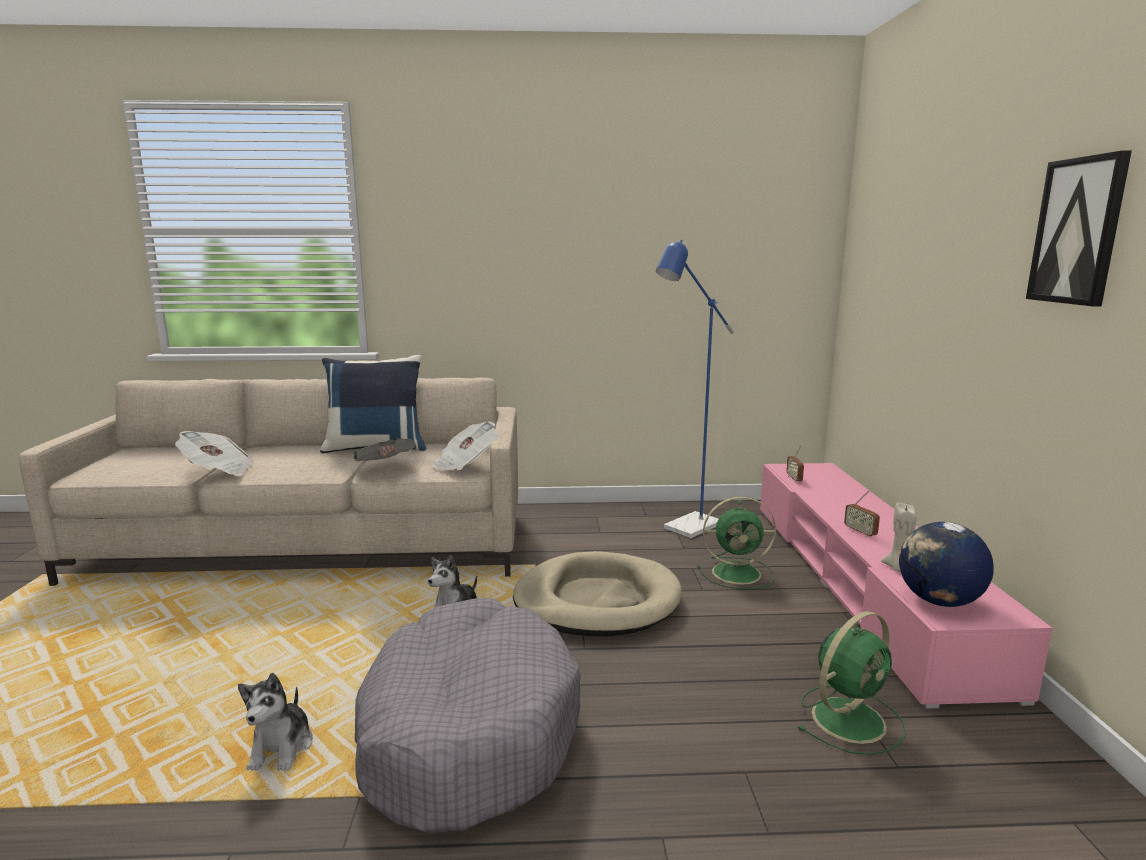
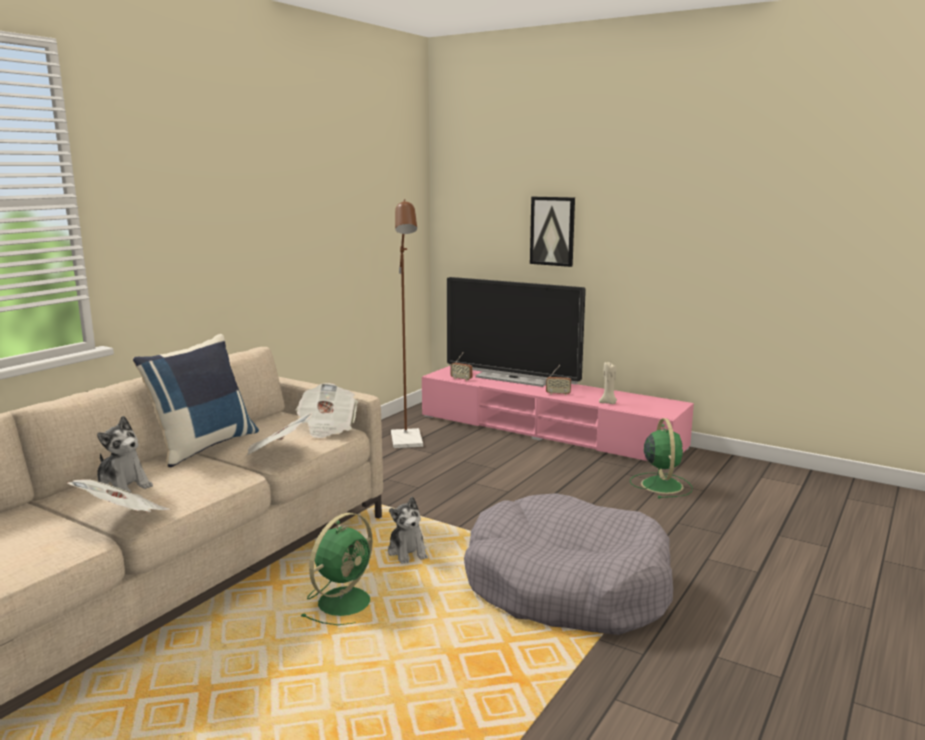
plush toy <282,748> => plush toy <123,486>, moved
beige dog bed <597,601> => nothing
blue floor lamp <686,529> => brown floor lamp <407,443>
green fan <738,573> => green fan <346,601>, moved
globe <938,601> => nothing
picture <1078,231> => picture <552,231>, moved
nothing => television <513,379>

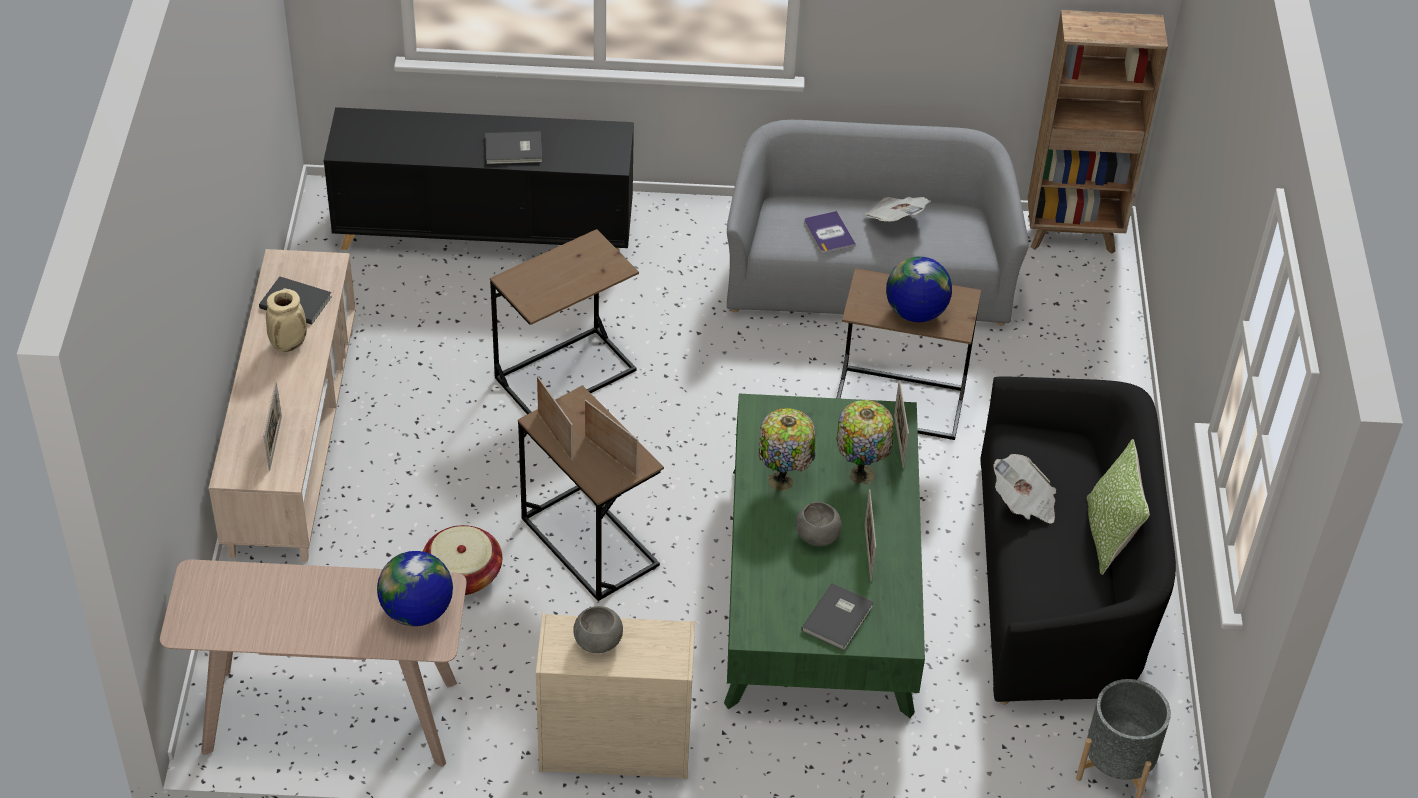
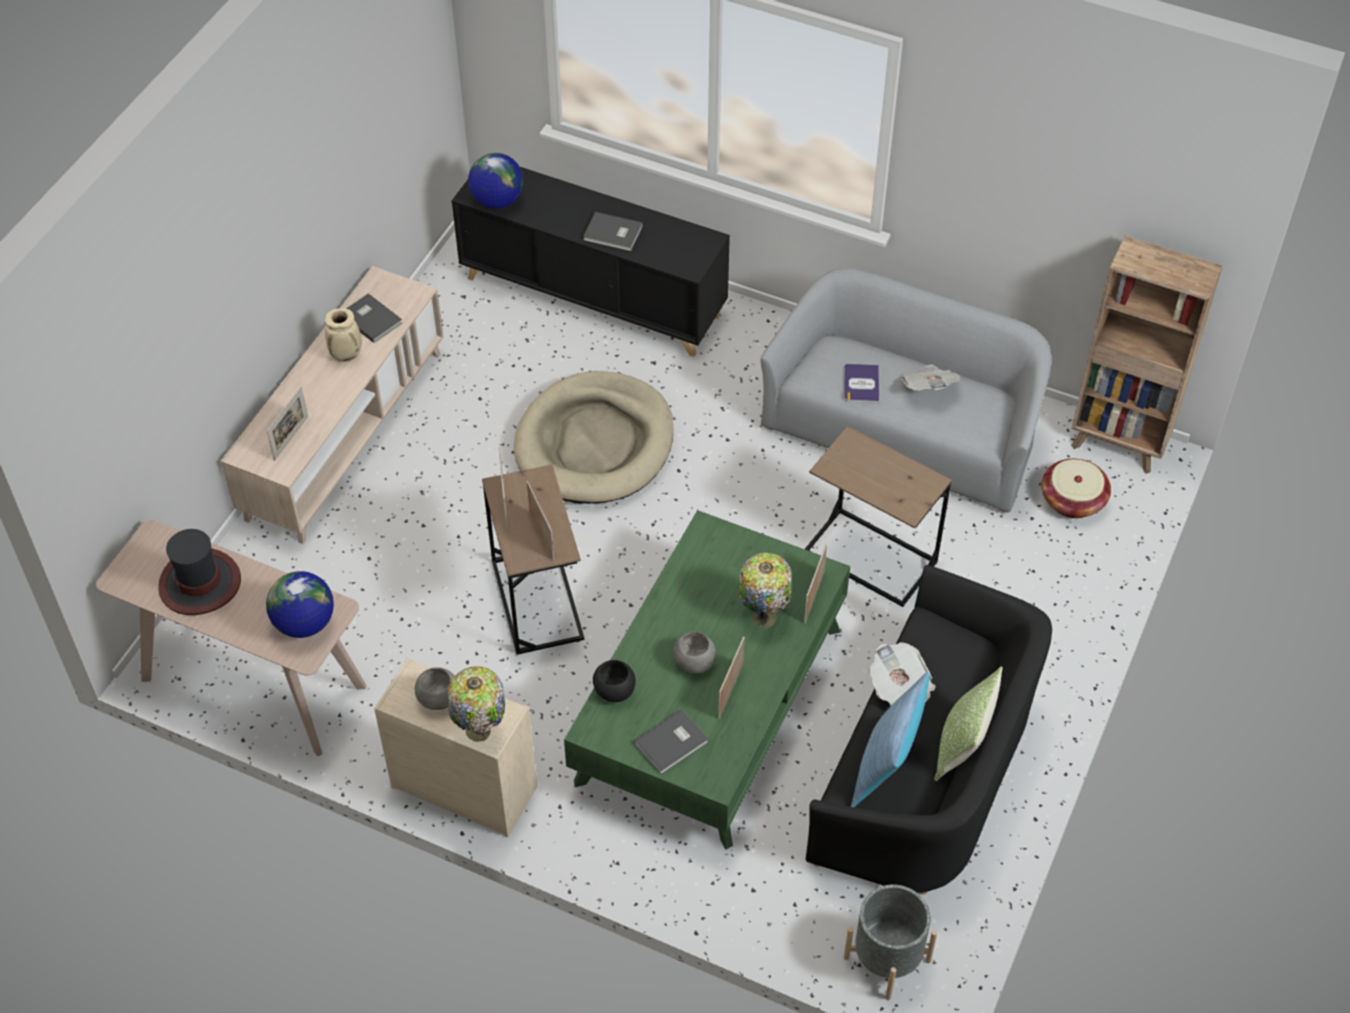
basket <463,574> => basket <1072,500>, moved
brown side table <565,374> => beige dog bed <595,443>
table lamp <782,481> => table lamp <480,732>, moved
globe <915,312> => globe <497,201>, moved
nothing => hat <200,583>
nothing => black bowl <614,691>
nothing => pillow <886,768>

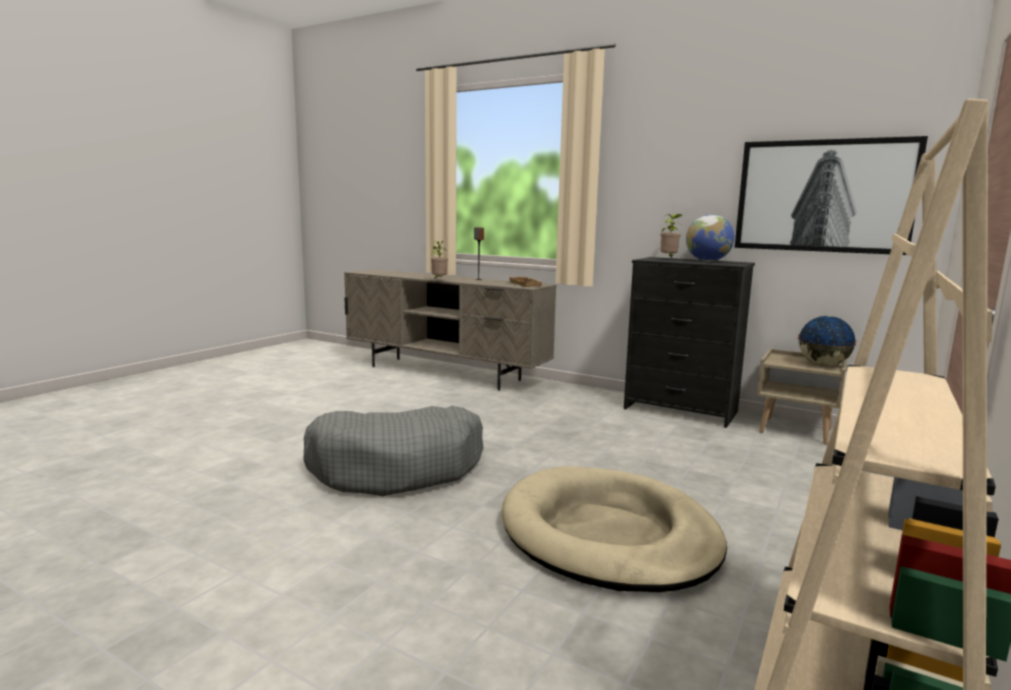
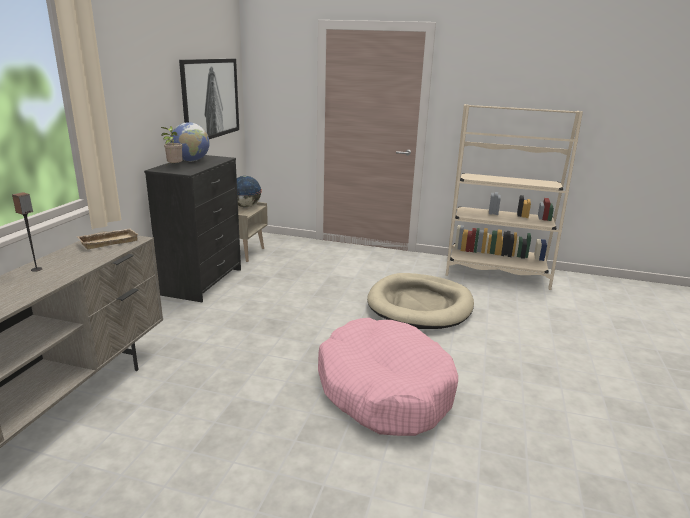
grey dog bed <397,468> => pink dog bed <384,389>
potted plant <439,280> => nothing

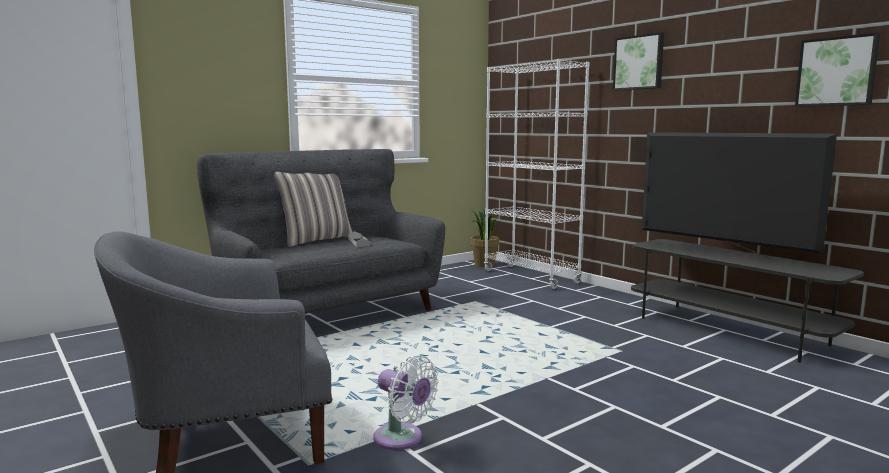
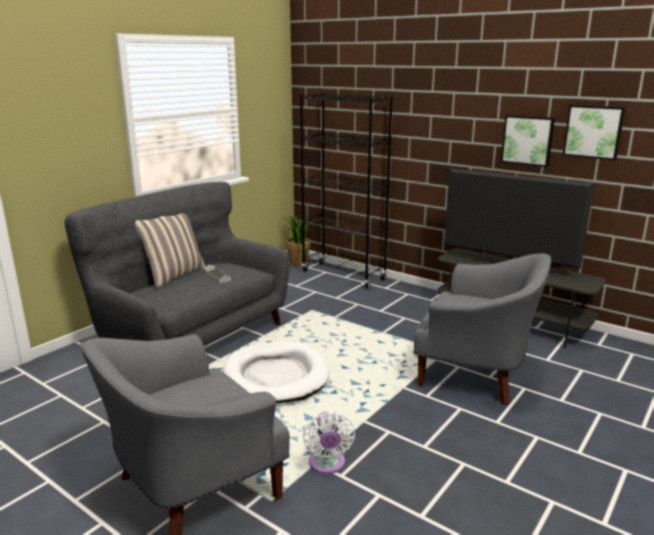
white fan <402,439> => white fan <327,464>, 60 degrees clockwise
white bookcase <531,277> => black bookcase <343,275>
picture <639,62> => picture <527,140>, moved
nothing => white dog bed <276,376>
nothing => grey armchair <476,374>

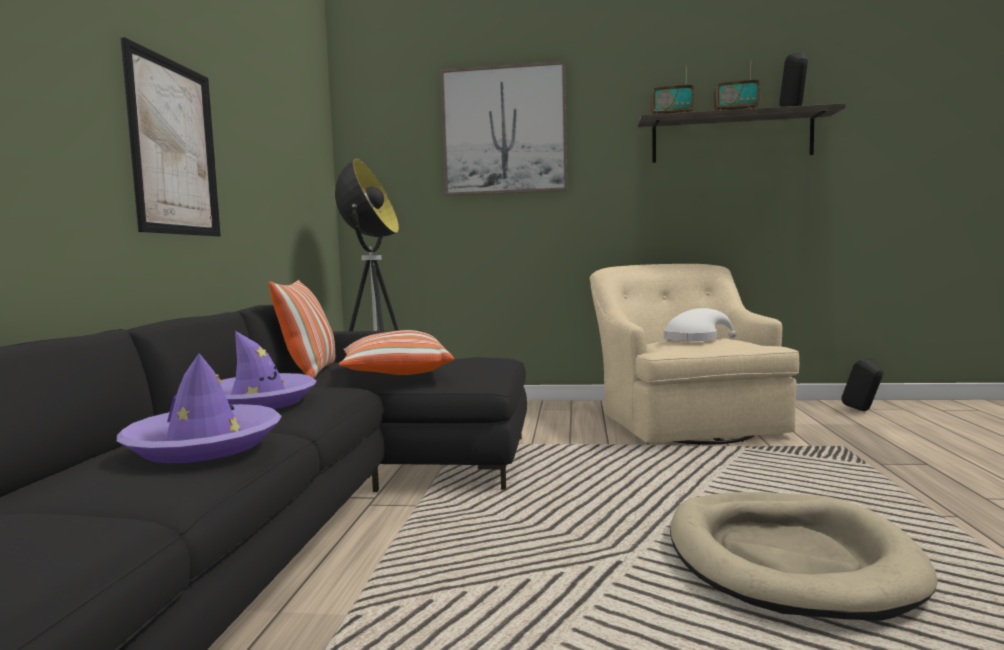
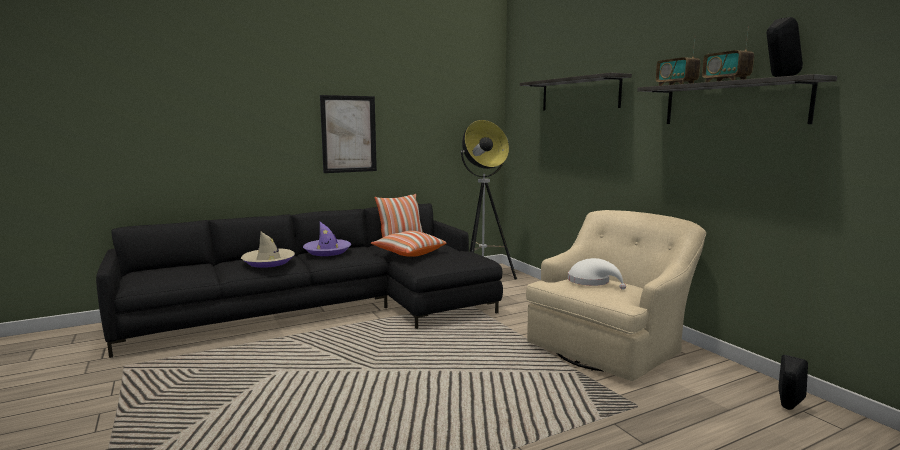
purple hat <204,445> => beige hat <268,262>
picture <504,130> => shelf <579,94>
beige dog bed <788,559> => nothing

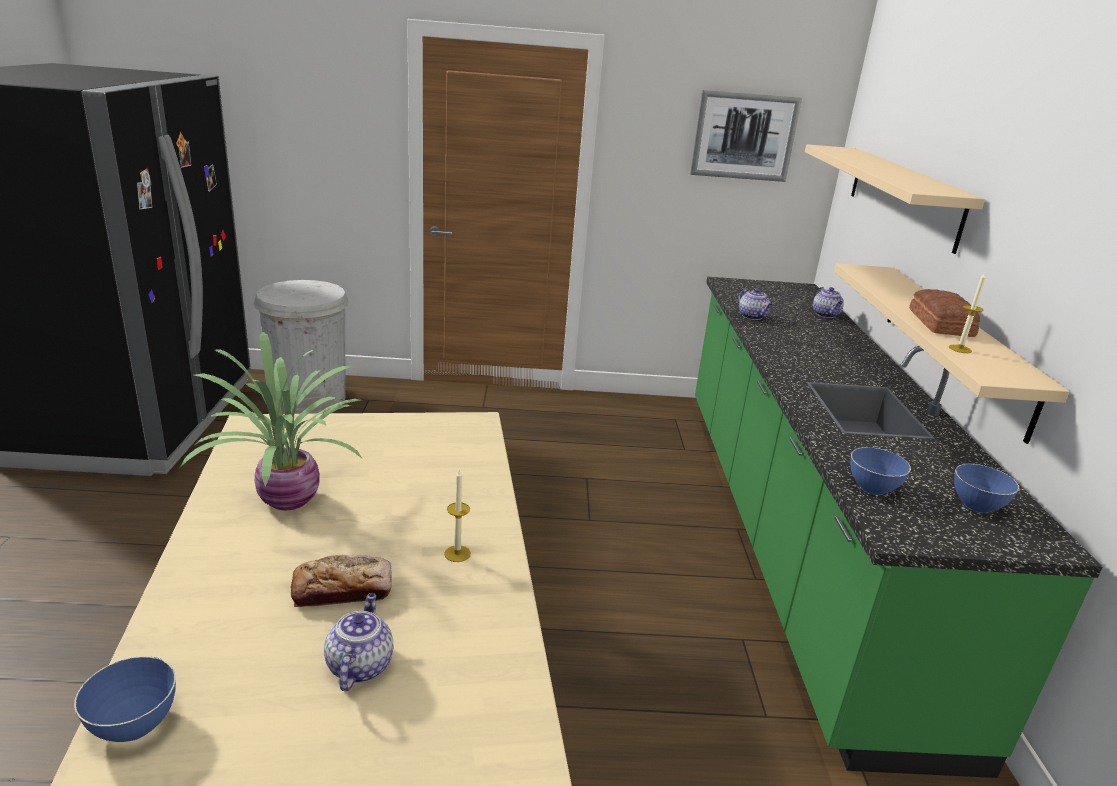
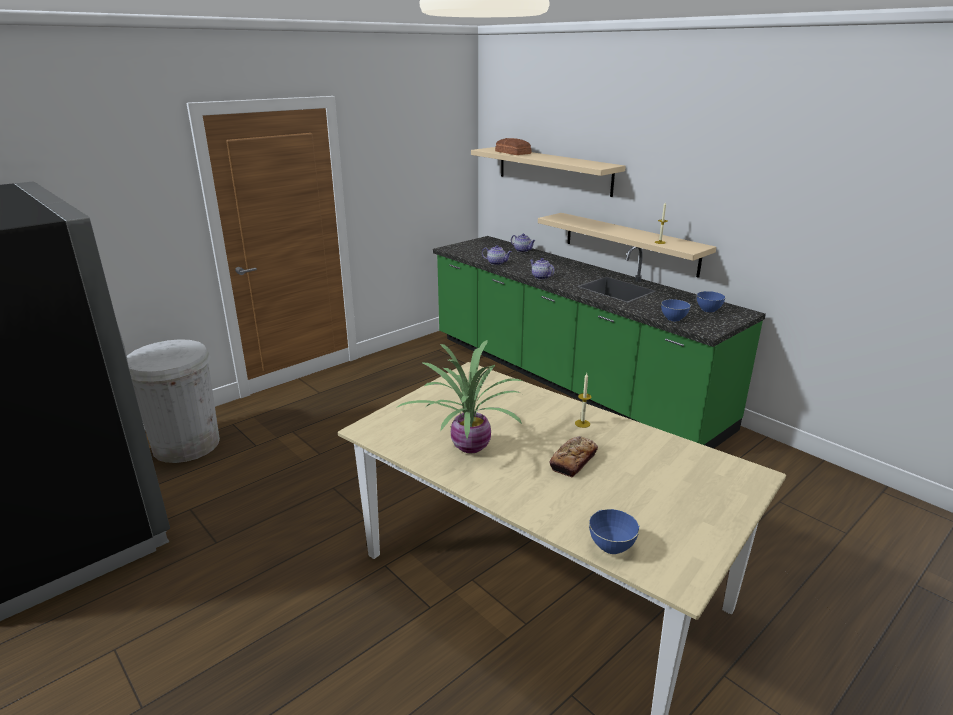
teapot <359,665> => teapot <540,277>, moved
picture <744,136> => nothing
bread <939,323> => bread <512,153>, moved

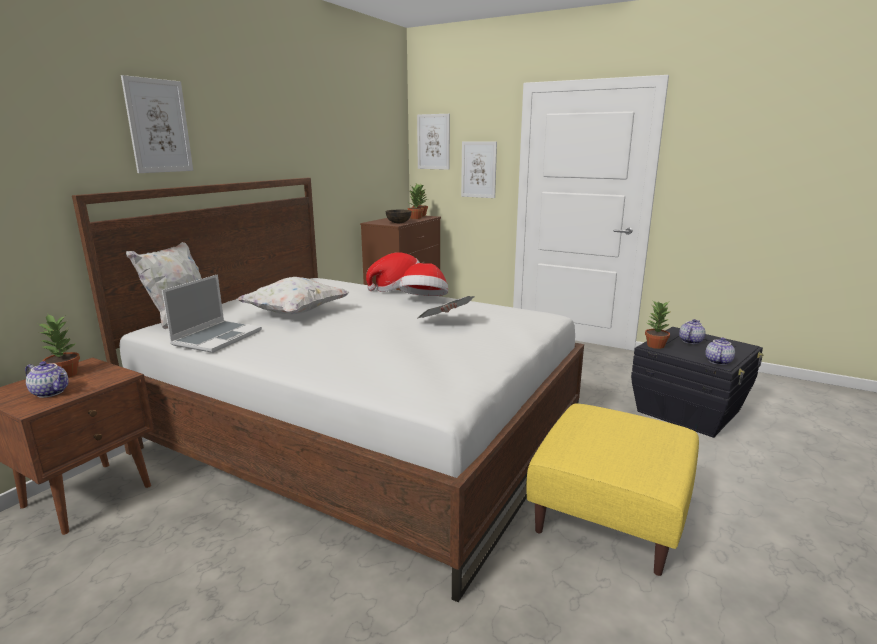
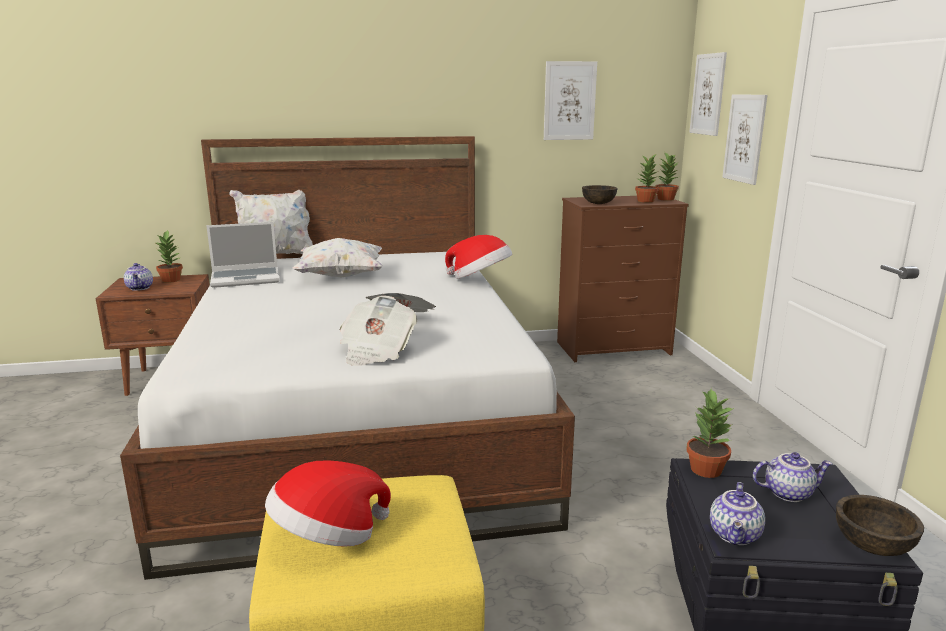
picture <158,126> => picture <569,101>, moved
hat <424,301> => hat <328,537>, moved
teapot <717,361> => teapot <736,535>, 120 degrees clockwise
nothing => newspaper <376,351>
nothing => brown bowl <872,545>

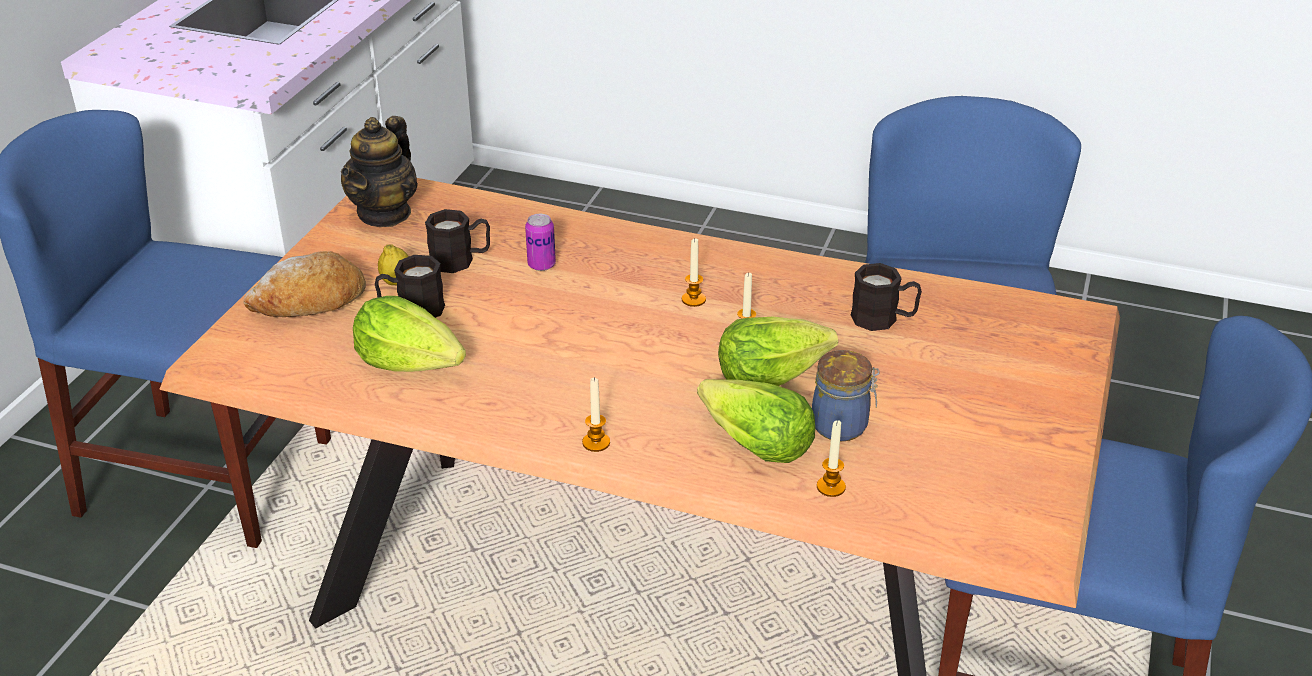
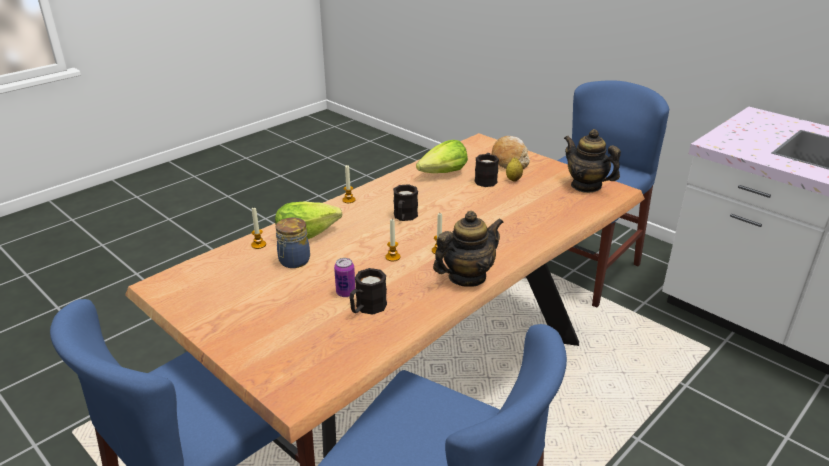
black mug <461,260> => black mug <404,217>, moved
can <541,265> => can <345,293>, moved
lettuce <770,375> => nothing
nothing => teapot <467,277>

